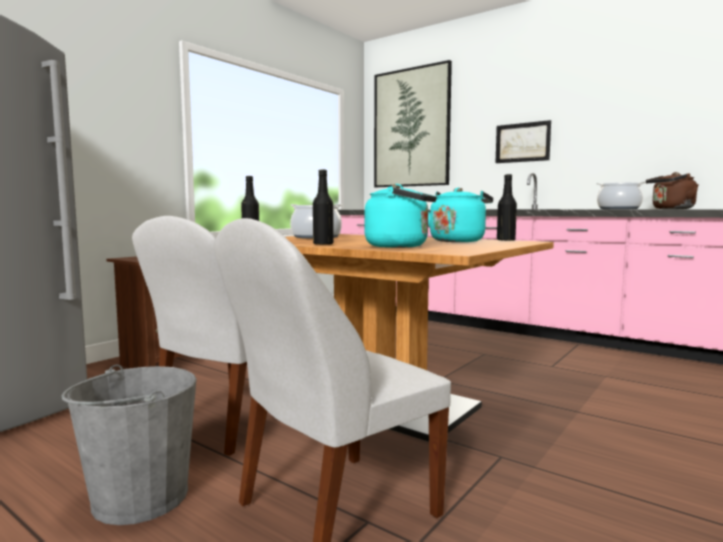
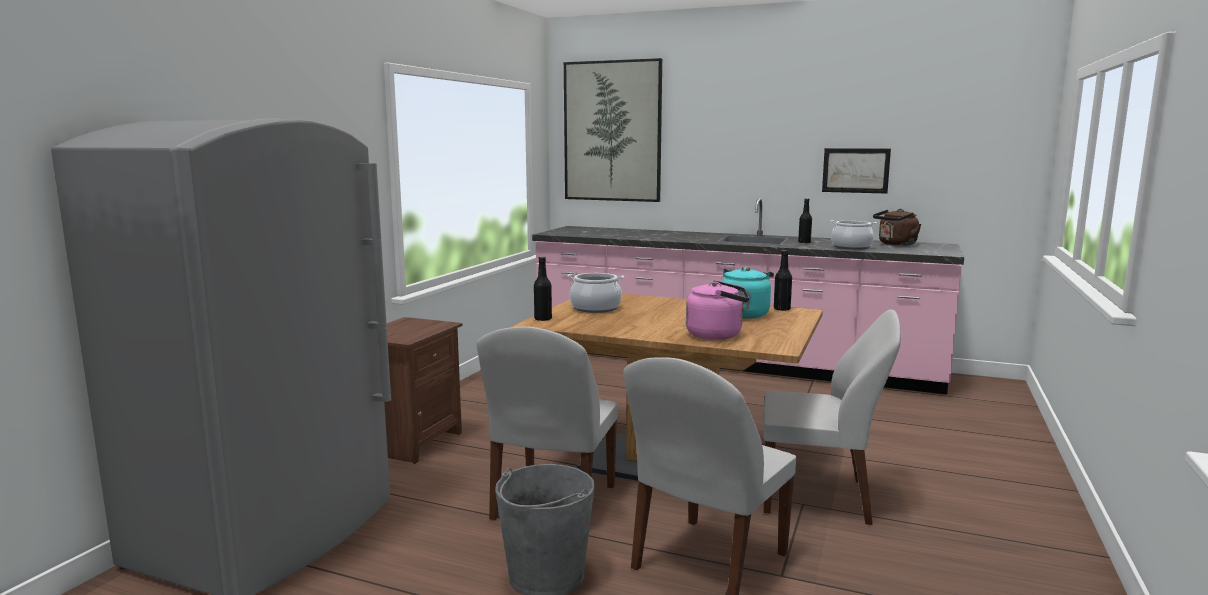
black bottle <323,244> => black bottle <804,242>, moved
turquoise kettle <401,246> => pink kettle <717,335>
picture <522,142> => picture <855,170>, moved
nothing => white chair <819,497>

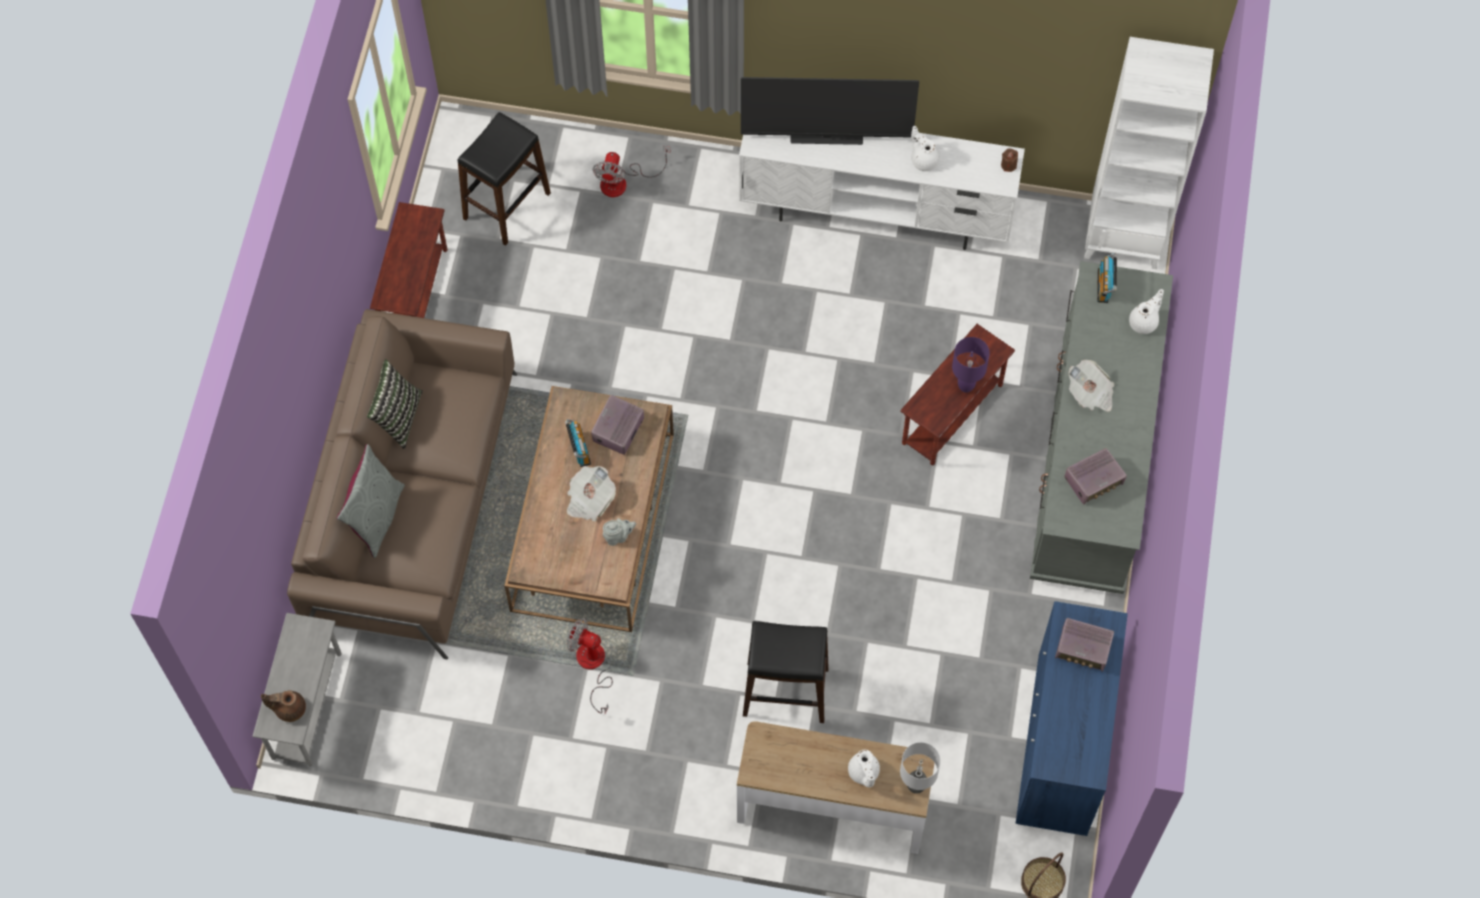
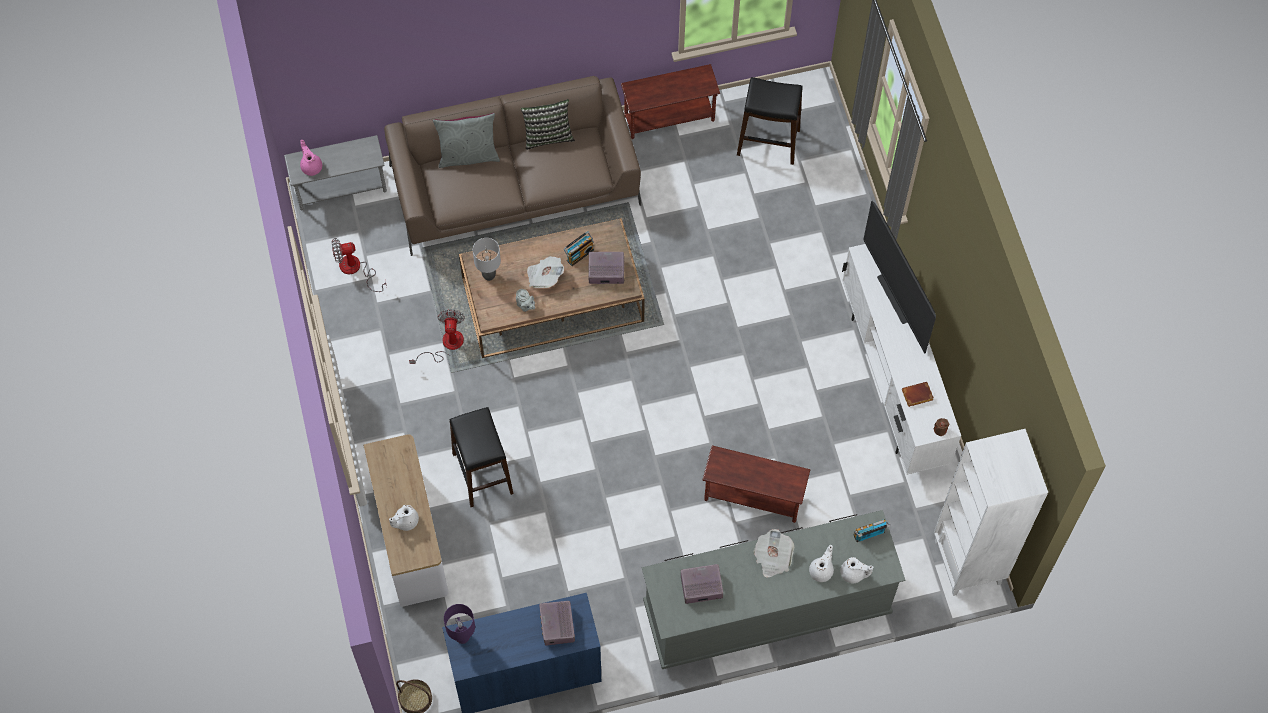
brown teapot <289,708> => pink teapot <311,166>
fan <622,182> => fan <356,269>, moved
grey table lamp <915,785> => grey table lamp <489,275>, moved
white teapot <924,159> => white teapot <821,570>, moved
purple table lamp <966,386> => purple table lamp <462,638>, moved
radio <1094,481> => radio <701,587>, 135 degrees clockwise
nothing => brown book <916,396>

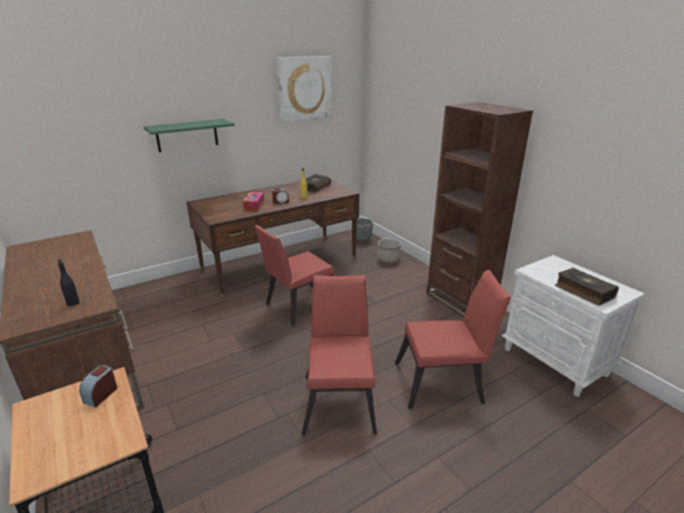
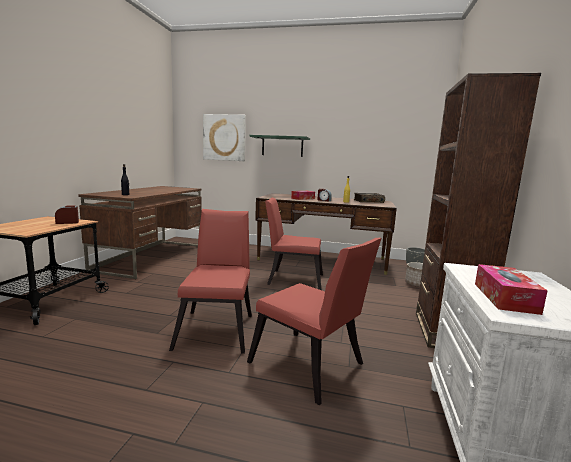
picture <304,88> => picture <224,137>, moved
red chair <340,398> => red chair <217,328>, 45 degrees counterclockwise
book <583,291> => tissue box <504,297>

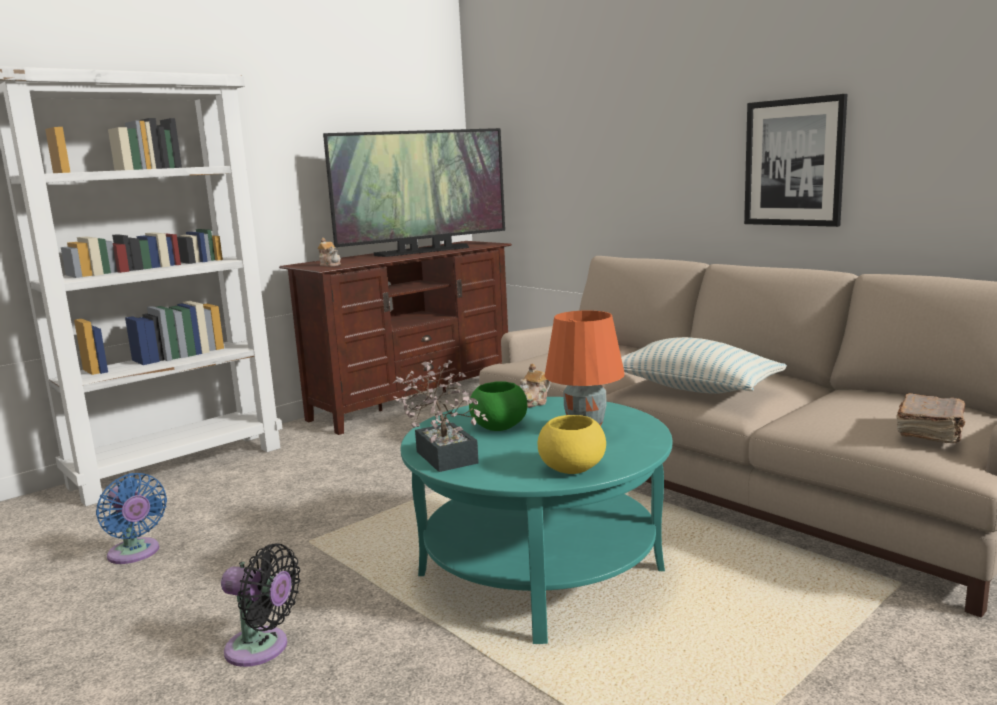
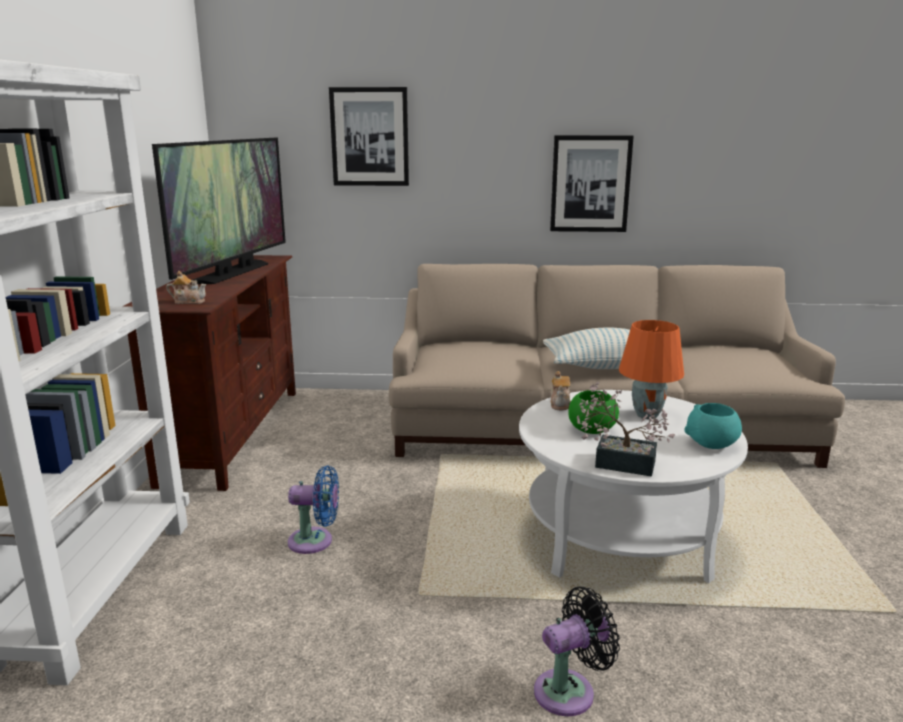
blue fan <135,554> => blue fan <315,541>, moved
turquoise coffee table <541,572> => white coffee table <620,536>
yellow bowl <572,469> => turquoise bowl <711,444>
brown book <931,432> => nothing
nothing => picture <370,137>

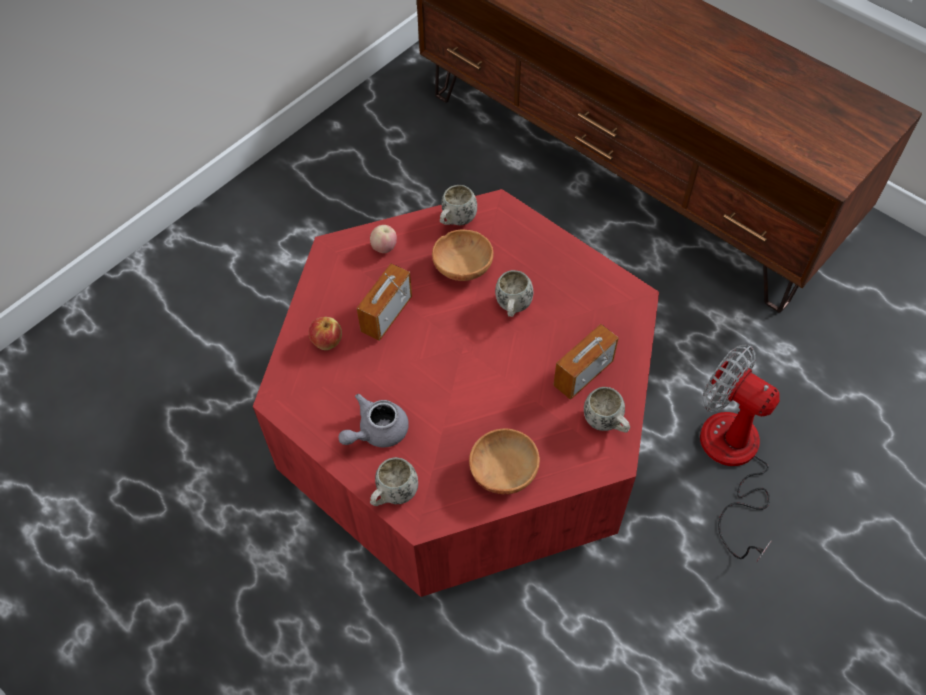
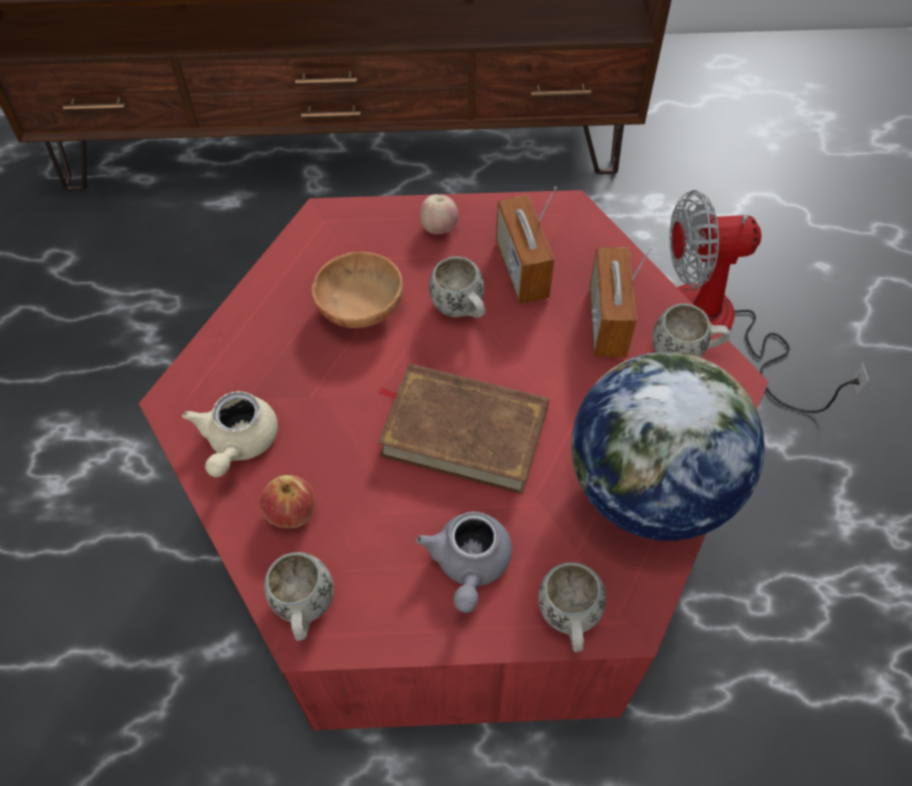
radio <386,315> => radio <521,270>, moved
apple <384,248> => apple <439,228>, moved
white mug <456,221> => white mug <304,610>, moved
brown bowl <502,471> => globe <648,488>
nothing => beige teapot <238,443>
nothing => brown book <463,431>

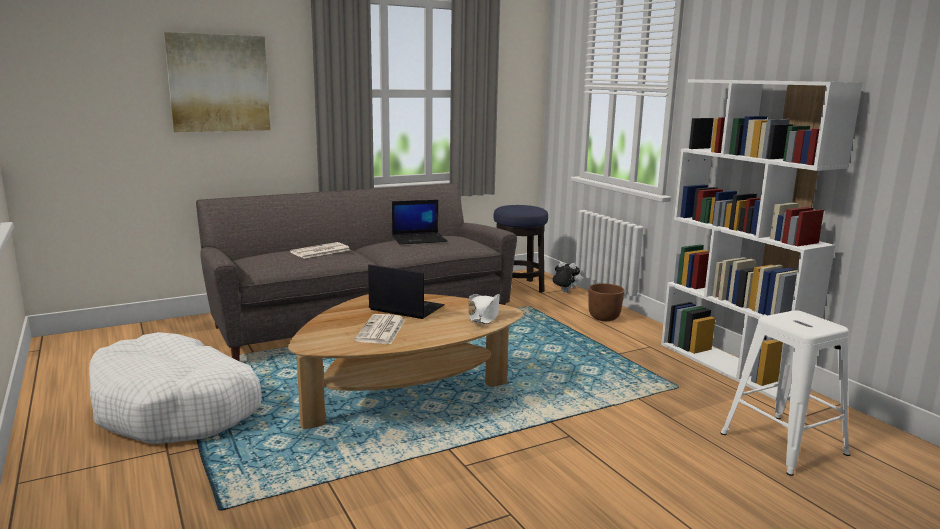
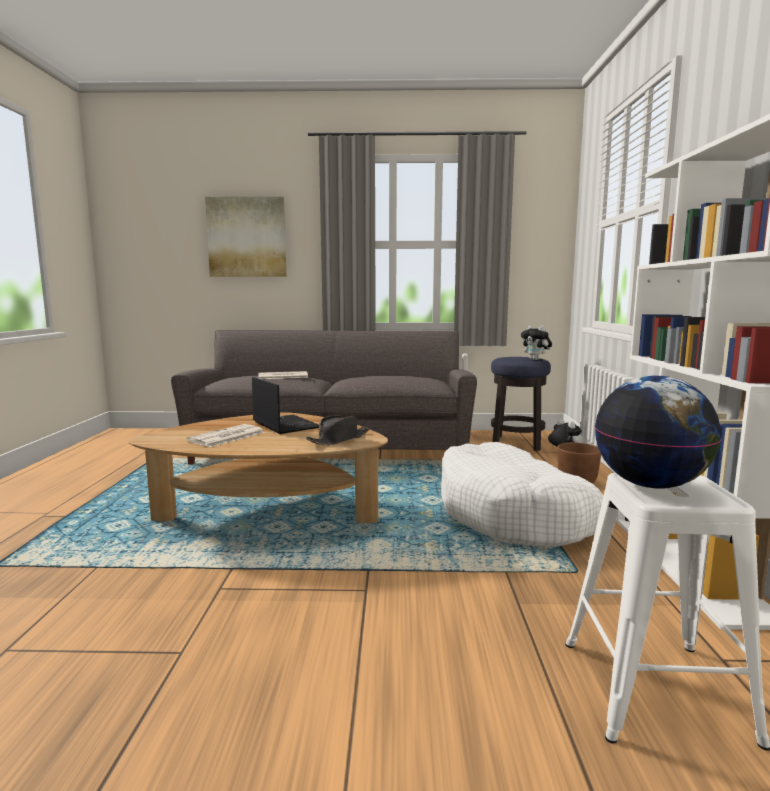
white dog bed <177,408> => white dog bed <513,514>, moved
laptop <419,239> => nothing
white hat <484,316> => black hat <339,439>
nothing => plush toy <535,359>
nothing => globe <650,485>

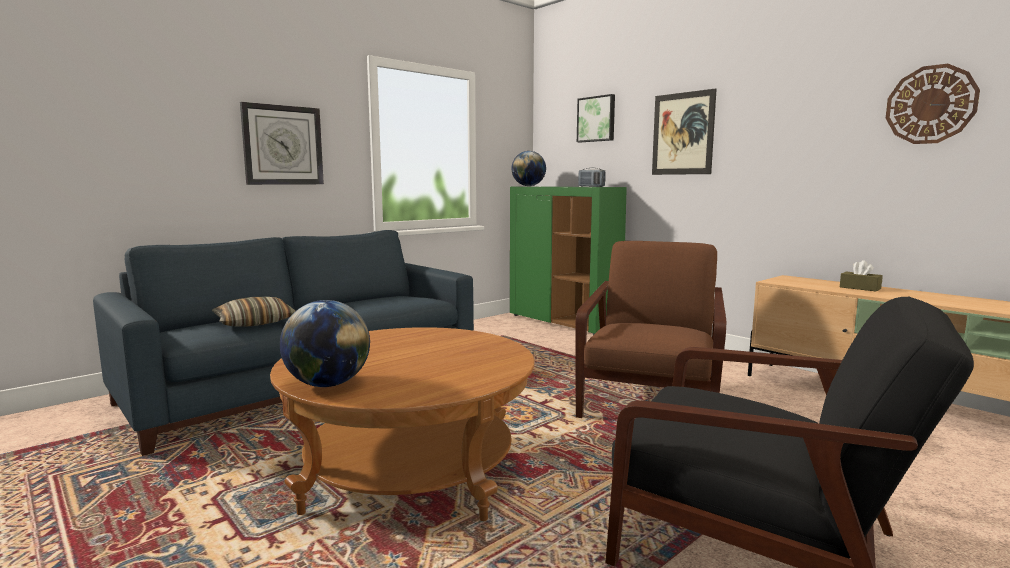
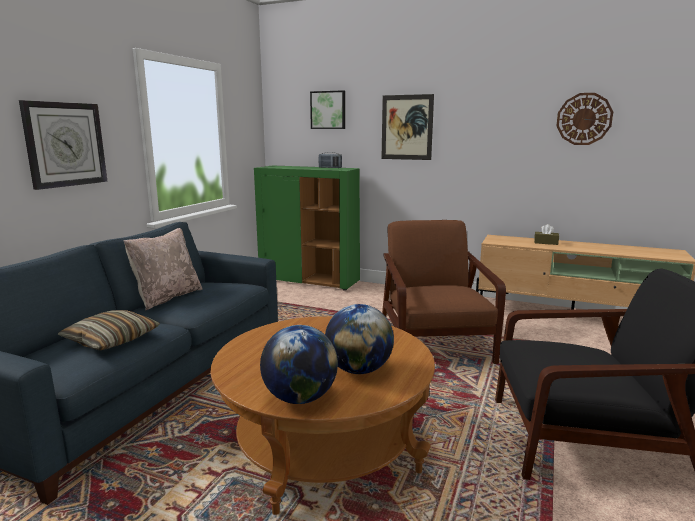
globe <528,186> => globe <359,370>, moved
nothing => beige pillow <167,297>

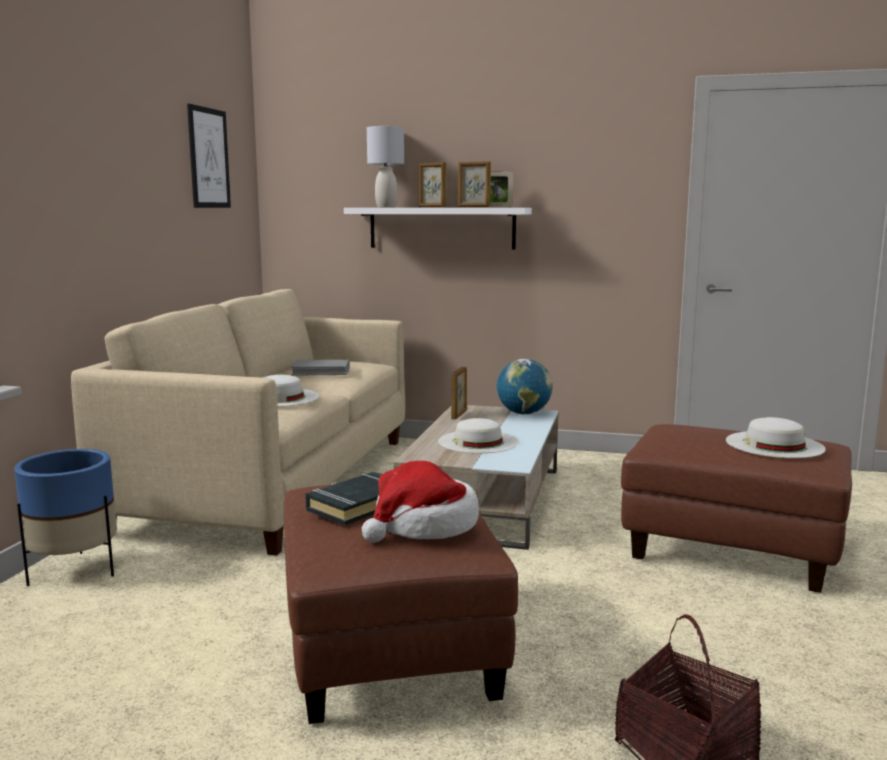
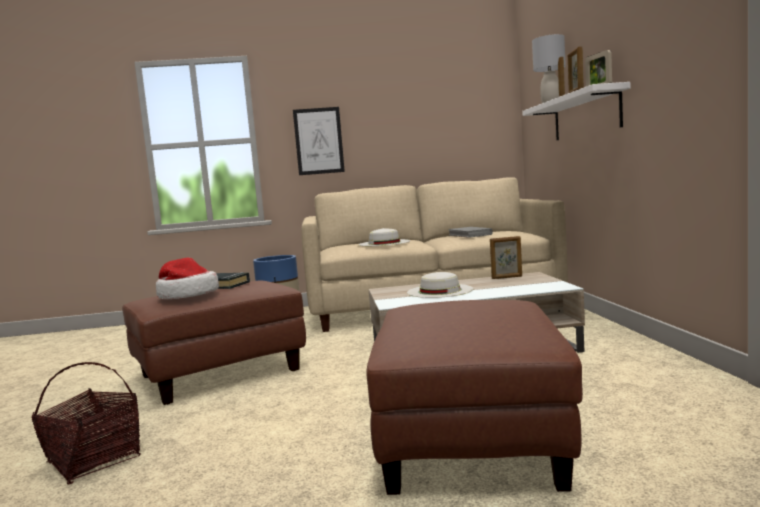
picture <209,158> => picture <318,141>, moved
globe <523,413> => nothing
white hat <774,444> => nothing

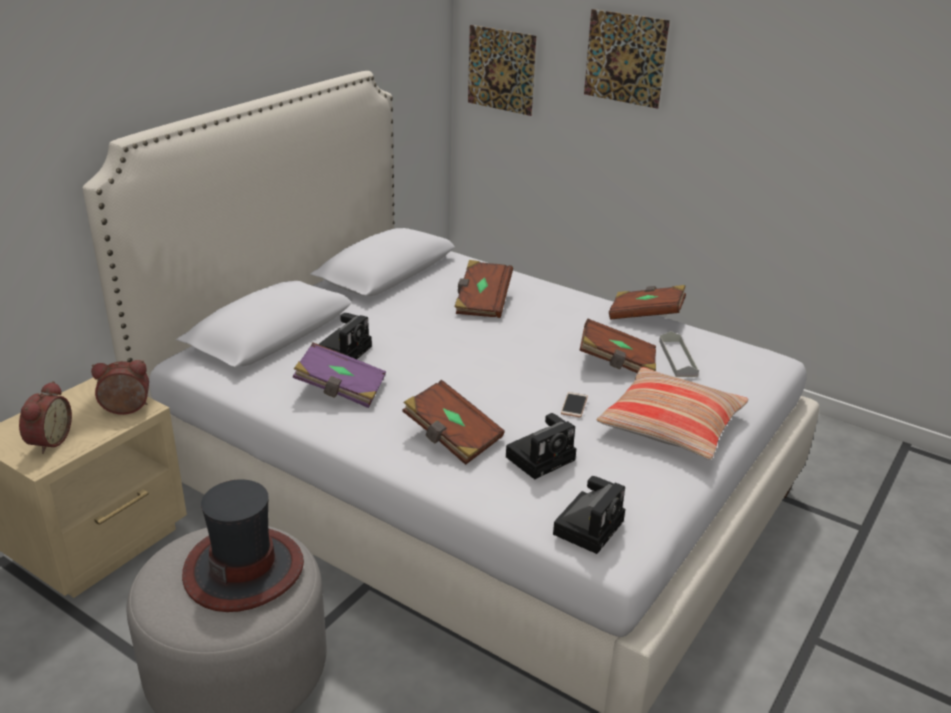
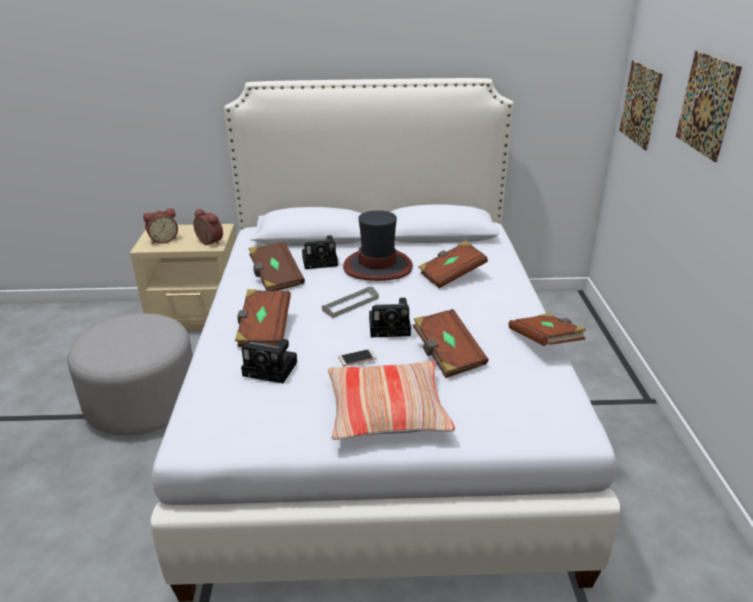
hat <244,569> => hat <378,266>, moved
purple book <340,390> => brown book <276,278>
photo camera <589,525> => photo camera <391,327>, moved
grey tray <678,358> => grey tray <350,304>, moved

